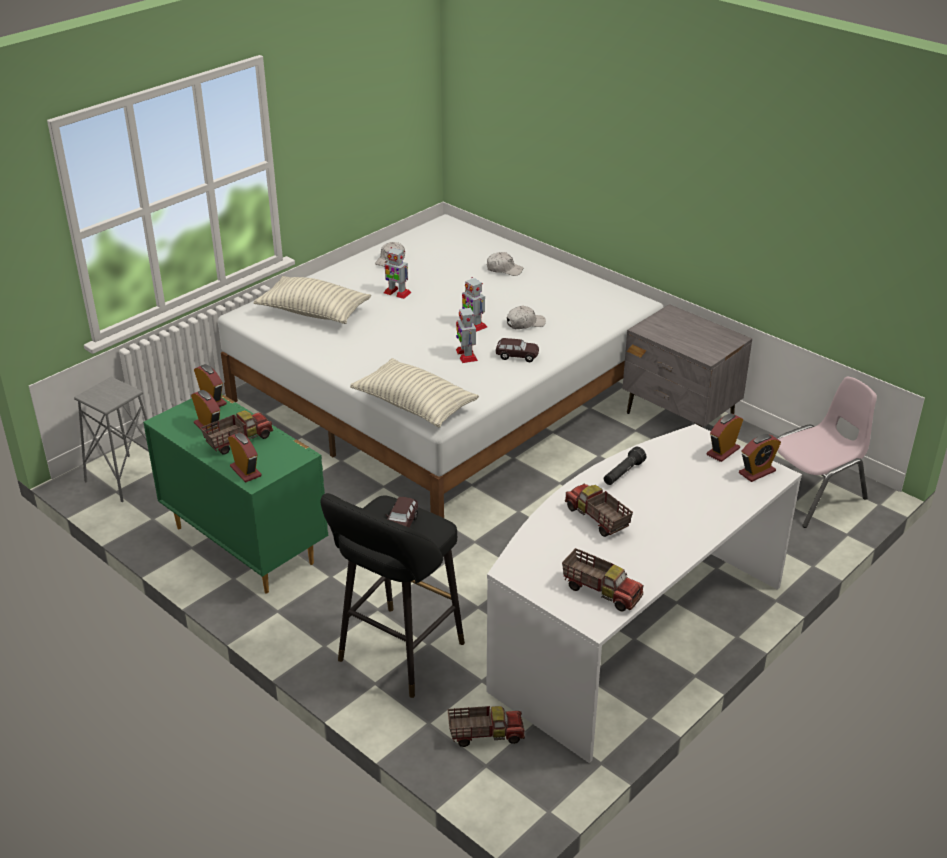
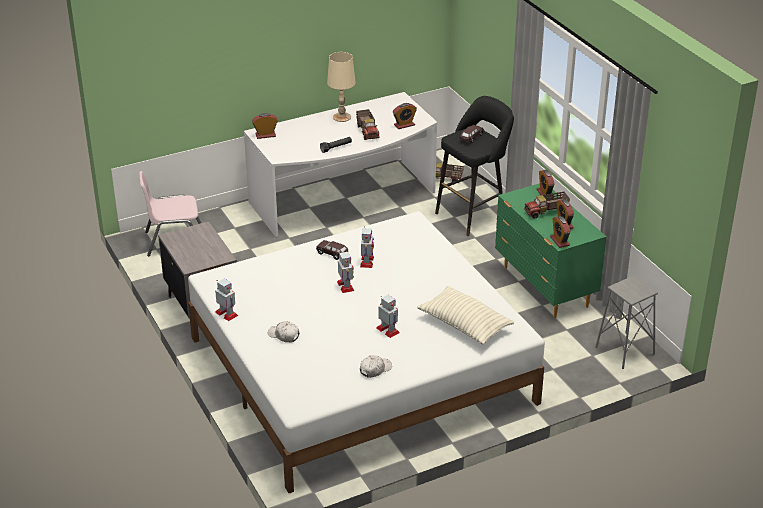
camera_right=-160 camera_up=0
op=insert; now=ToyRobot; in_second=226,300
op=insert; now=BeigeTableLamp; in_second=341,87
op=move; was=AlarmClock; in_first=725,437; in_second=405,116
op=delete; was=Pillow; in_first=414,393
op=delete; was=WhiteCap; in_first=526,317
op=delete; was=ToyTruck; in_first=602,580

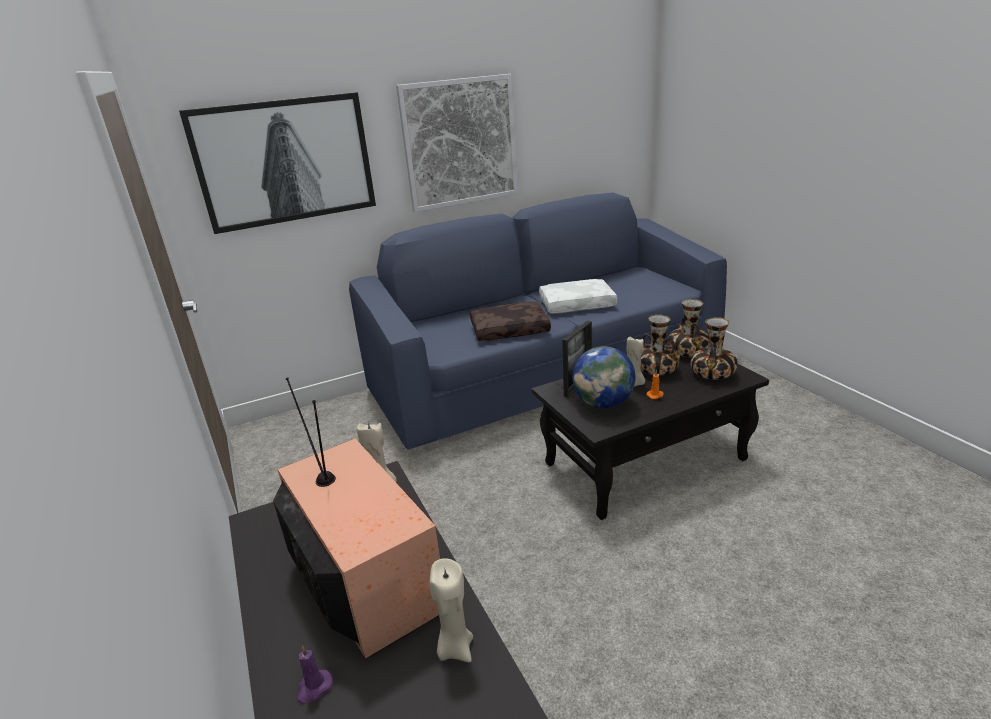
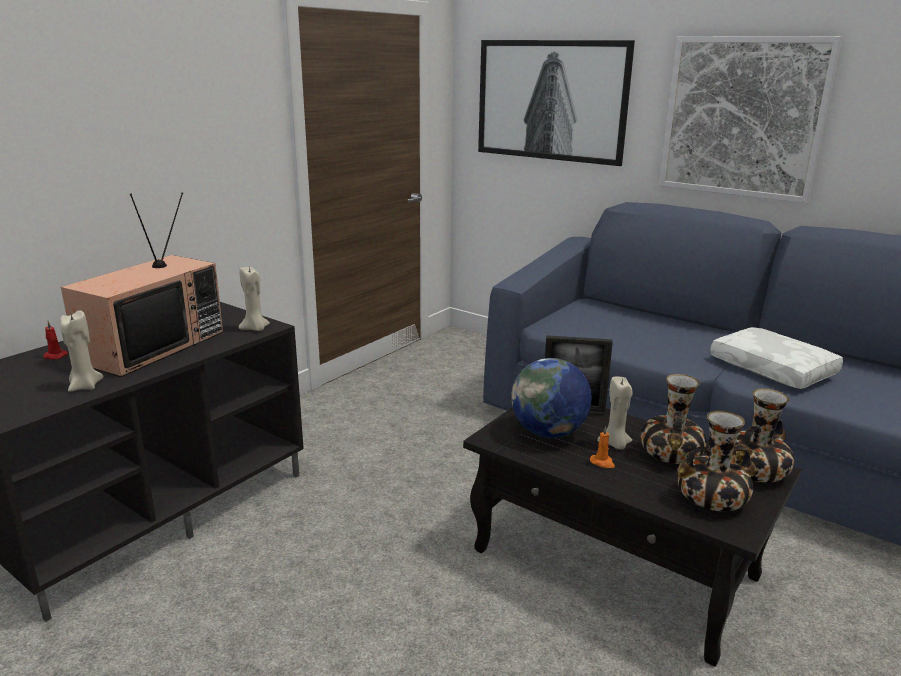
camera_right=60 camera_up=-5
op=recolor; was=PurpleCandle; now=RedCandle; in_first=315,675; in_second=55,340
op=delete; was=BrownPillow; in_first=510,321

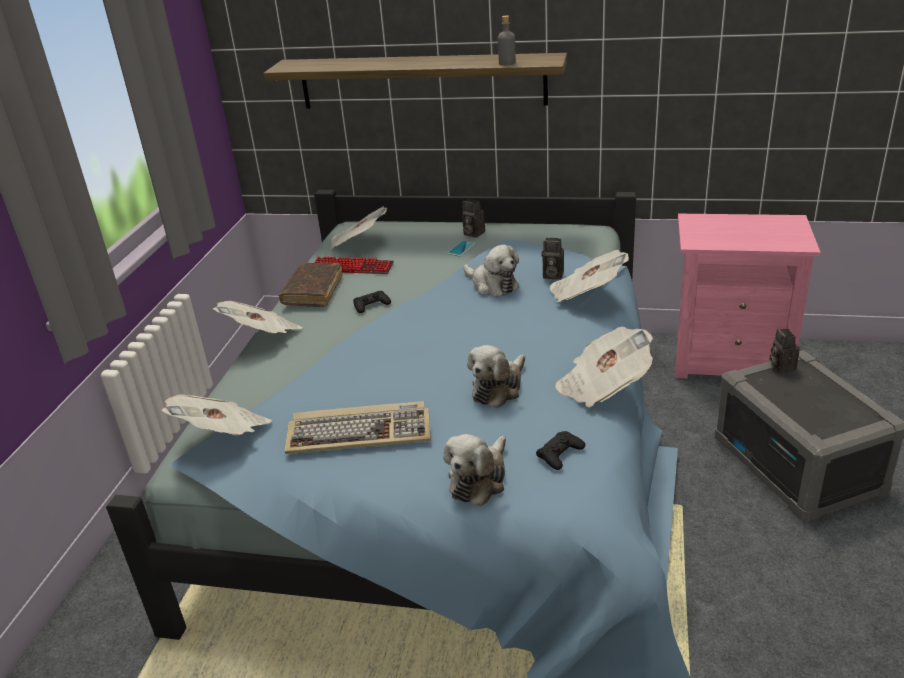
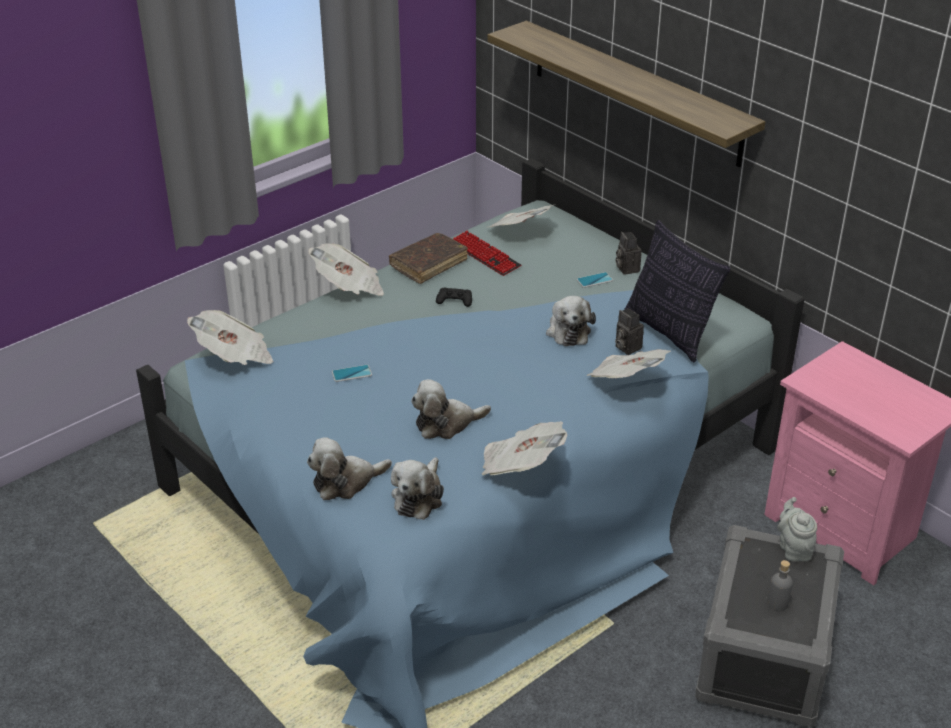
camera_right=35 camera_up=5
op=insert; now=Phone; in_second=352,373
op=replace; was=BlackGameController; now=PlushToy; in_first=560,450; in_second=417,488
op=insert; now=Pillow; in_second=677,291
op=move; was=GreyBottle; in_first=507,40; in_second=780,585
op=replace; was=PhotoCamera; now=GreyTeapot; in_first=784,350; in_second=797,529
op=delete; was=Keyboard; in_first=358,427

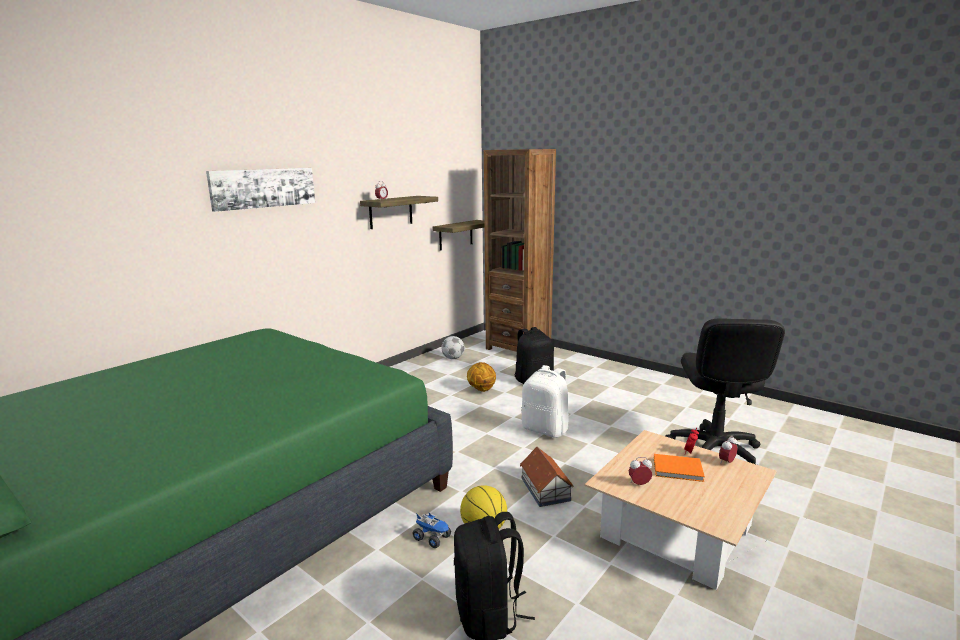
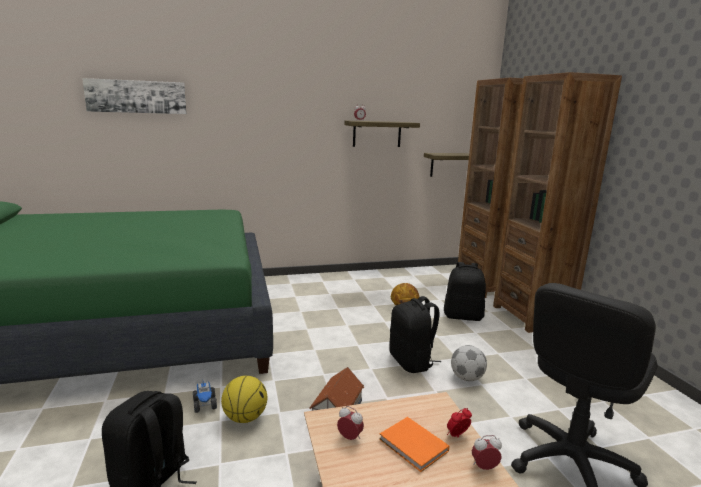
camera_right=35 camera_up=0
op=move; was=Picture; in_first=260,190; in_second=134,96
op=recolor; was=WhiteBackpack; now=BlackBackpack; in_first=545,401; in_second=415,334
op=move; was=Football; in_first=453,347; in_second=469,363
op=insert; now=BrownBookcase; in_second=557,202

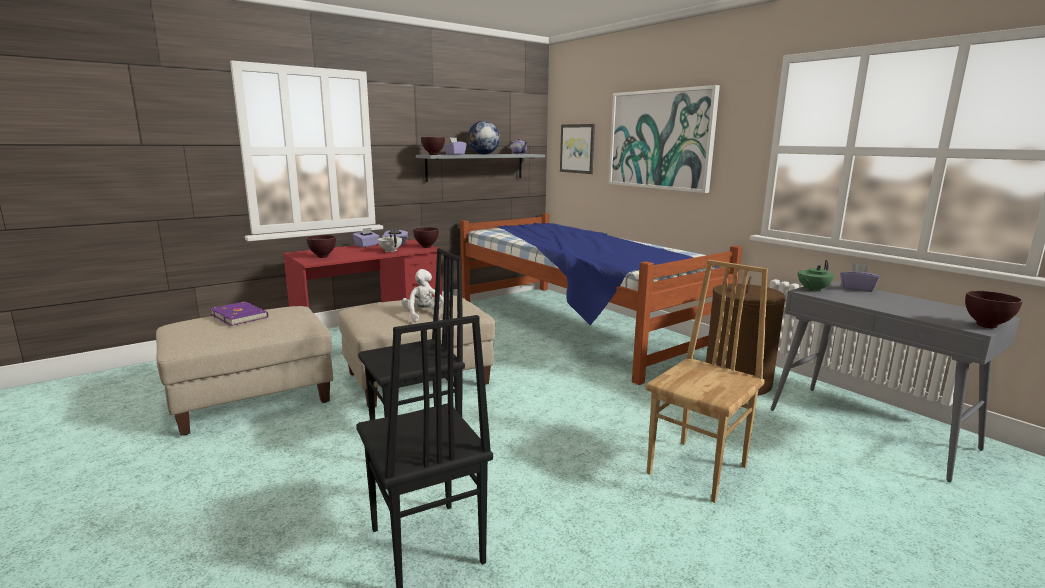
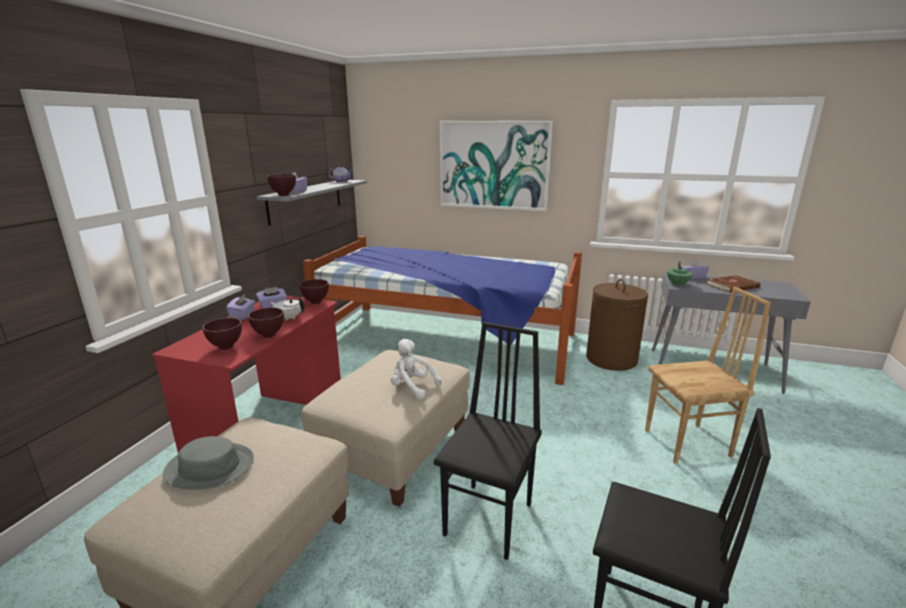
camera_right=-35 camera_up=5
op=replace; was=PurpleBook; now=GreyHat; in_first=239,314; in_second=208,463
op=move; was=BrownBowl; in_first=994,309; in_second=266,323
op=rotate; was=BrownChair; in_first=707,381; in_second=708,375; clockwise=75
op=insert; now=BrownBook; in_second=734,283
op=delete; was=Globe; in_first=484,138
op=delete; was=Picture; in_first=577,149

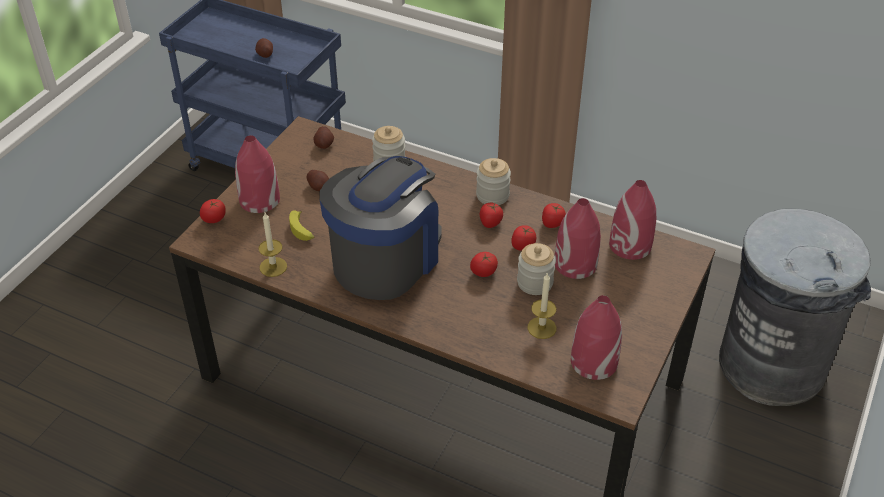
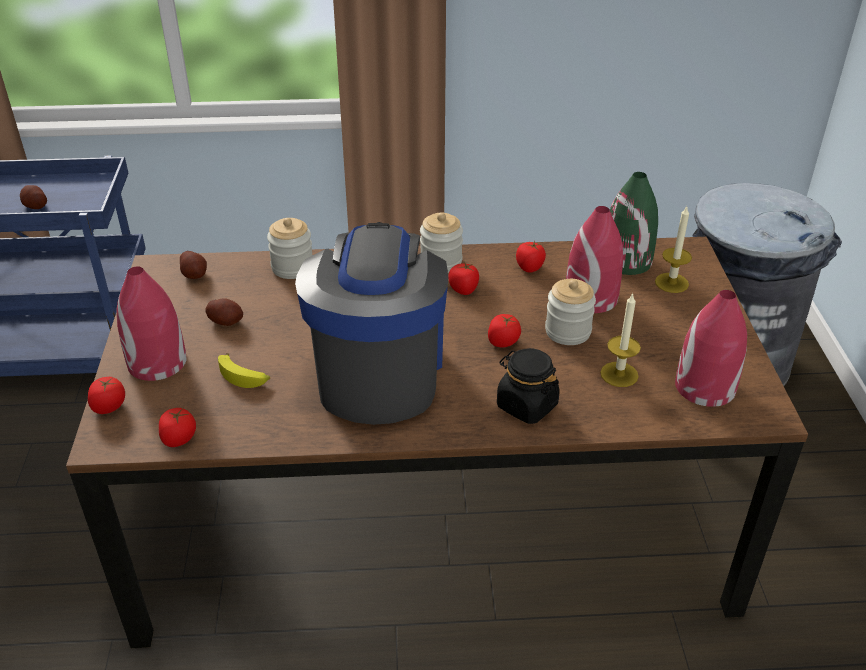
camera_right=-30 camera_up=-5
op=move; was=Tomato; in_first=523,238; in_second=177,427
op=insert; now=BlackJar; in_second=528,386
op=recolor; was=RedVase; now=GreenVase; in_first=632,220; in_second=634,223
op=move; was=Candle; in_first=272,245; in_second=673,250

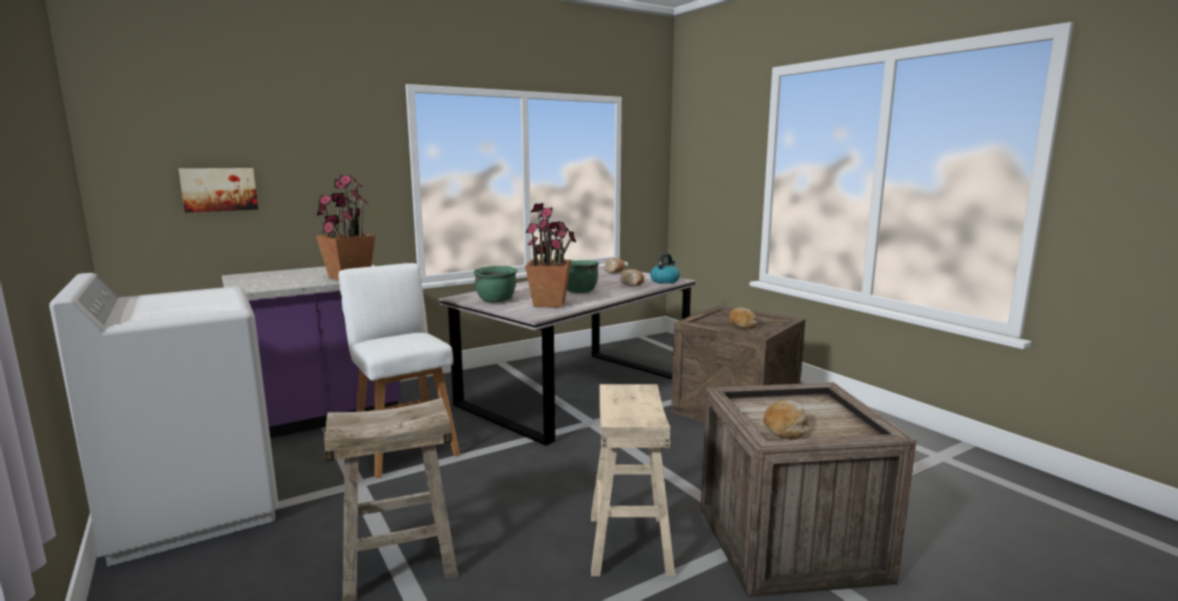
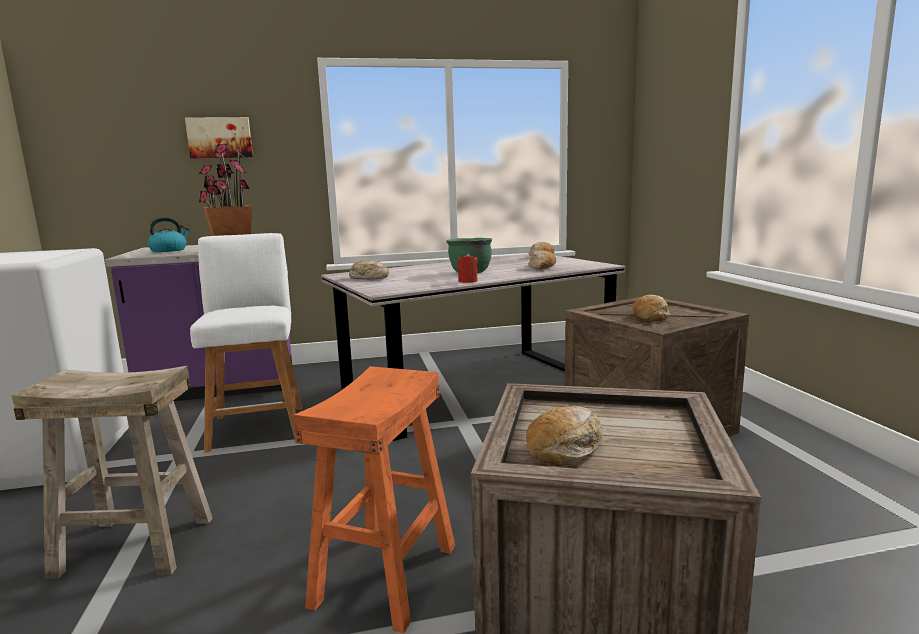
camera_right=20 camera_up=0
op=move; was=Kettle; in_first=665,268; in_second=169,234
op=move; was=Picture; in_first=218,190; in_second=219,138
op=recolor; was=BeigeStool; now=OrangeStool; in_first=633,480; in_second=374,500
op=replace; was=GreenCookingPot; now=Bread; in_first=495,284; in_second=369,270
op=insert; now=RedCandle; in_second=468,268
op=delete; was=PottedPlant; in_first=550,255

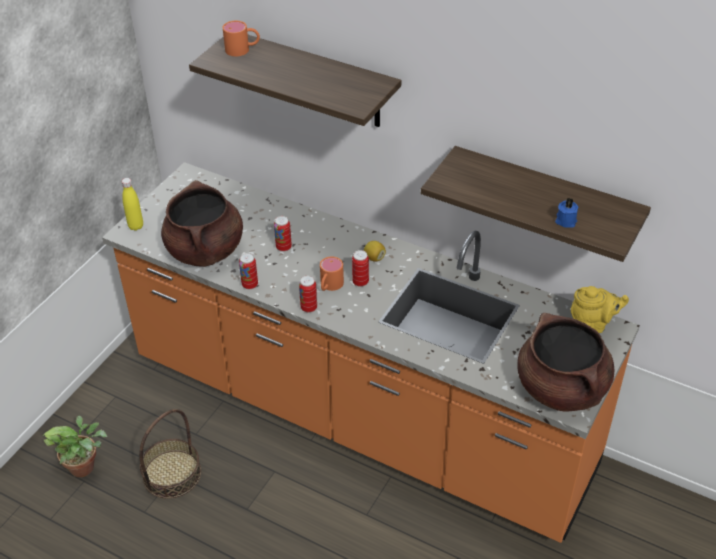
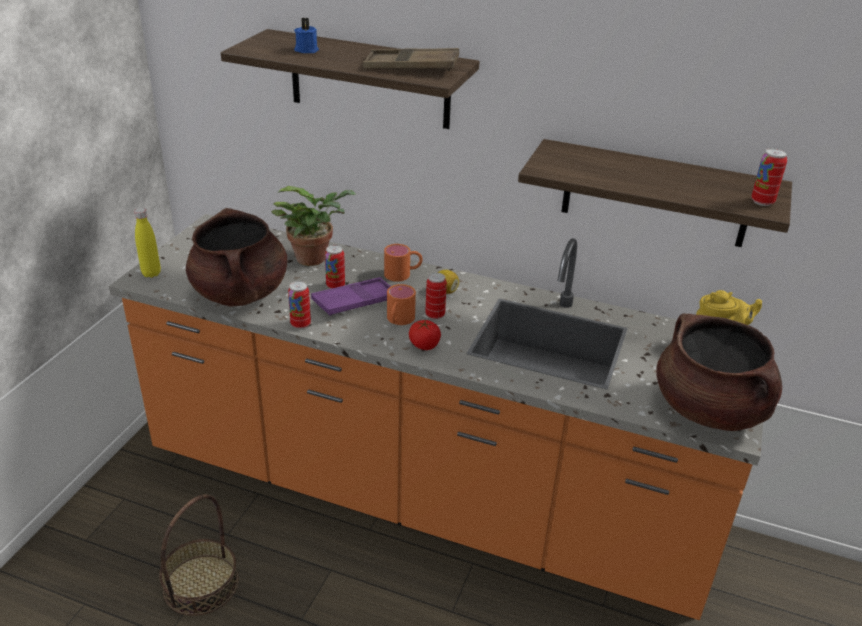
camera_right=-10 camera_up=-10
op=move; was=PottedPlant; in_first=74,446; in_second=313,226
op=move; was=BlueCandle; in_first=566,213; in_second=306,35
op=insert; now=PurpleTray; in_second=351,296
op=insert; now=BrownTray; in_second=411,59
op=move; was=OrangeMug; in_first=241,38; in_second=403,263
op=insert; now=Tomato; in_second=425,335
op=move; was=Can; in_first=308,294; in_second=769,177

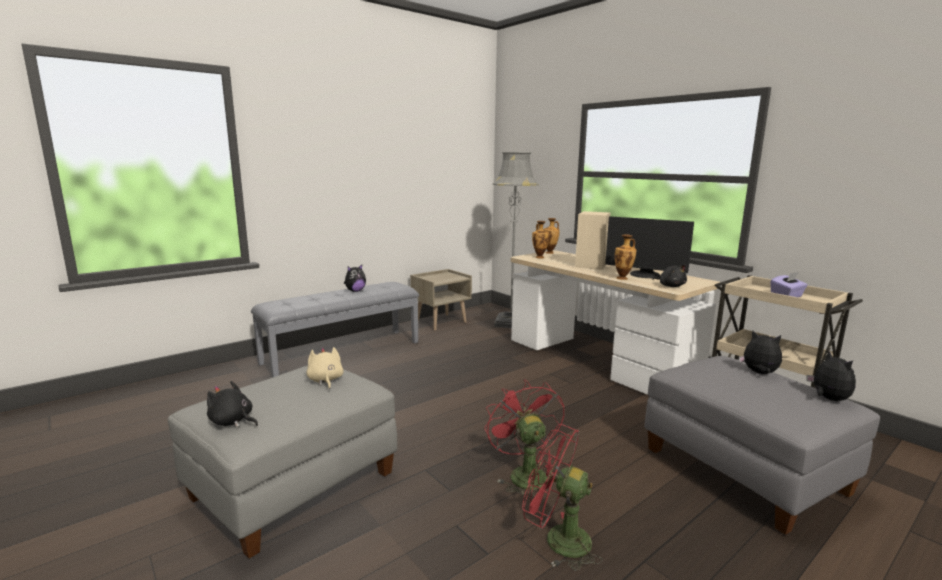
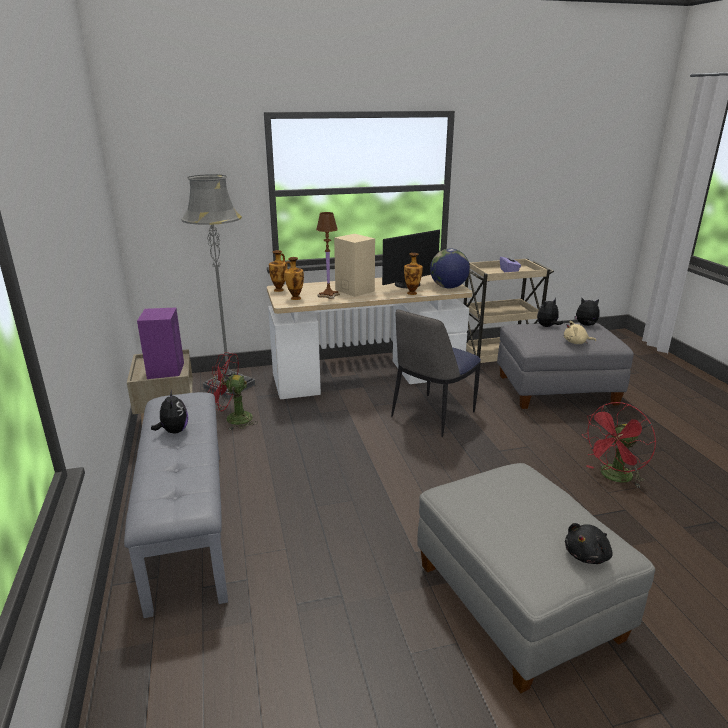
camera_right=-65 camera_up=10
op=insert; now=PurpleSpeaker; in_second=160,343
op=move; was=RedFan; in_first=524,439; in_second=232,391
op=insert; now=BrownTableLamp; in_second=328,255
op=insert; now=Chair; in_second=436,373
op=replace; was=BlackPlushToy; now=Globe; in_first=669,276; in_second=450,268
op=move; was=BeigePlushToy; in_first=325,368; in_second=580,332

